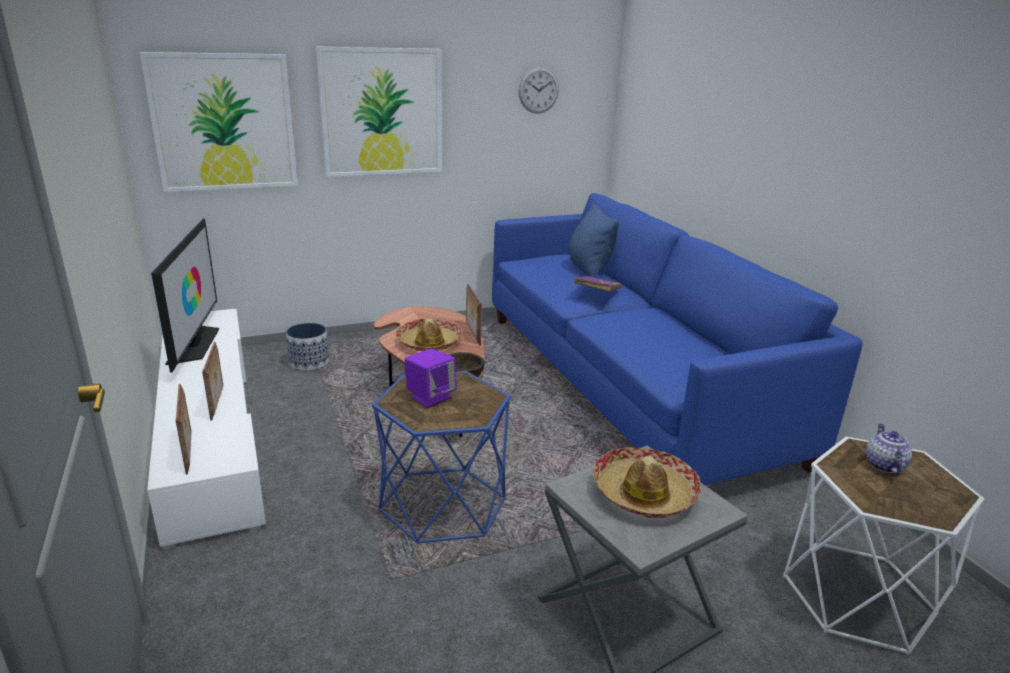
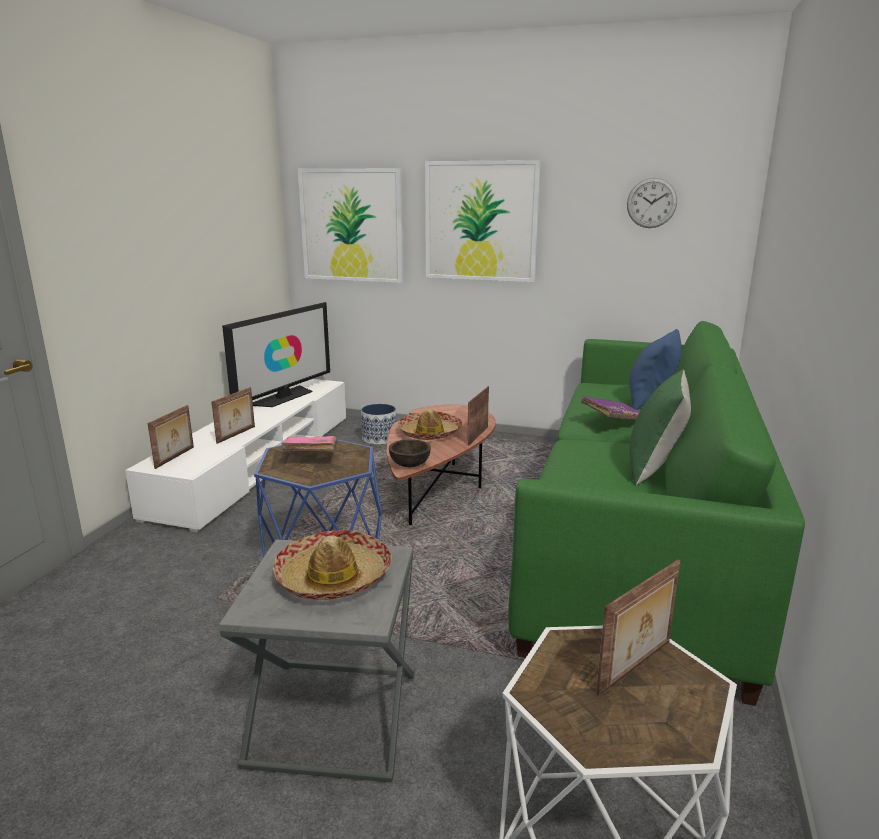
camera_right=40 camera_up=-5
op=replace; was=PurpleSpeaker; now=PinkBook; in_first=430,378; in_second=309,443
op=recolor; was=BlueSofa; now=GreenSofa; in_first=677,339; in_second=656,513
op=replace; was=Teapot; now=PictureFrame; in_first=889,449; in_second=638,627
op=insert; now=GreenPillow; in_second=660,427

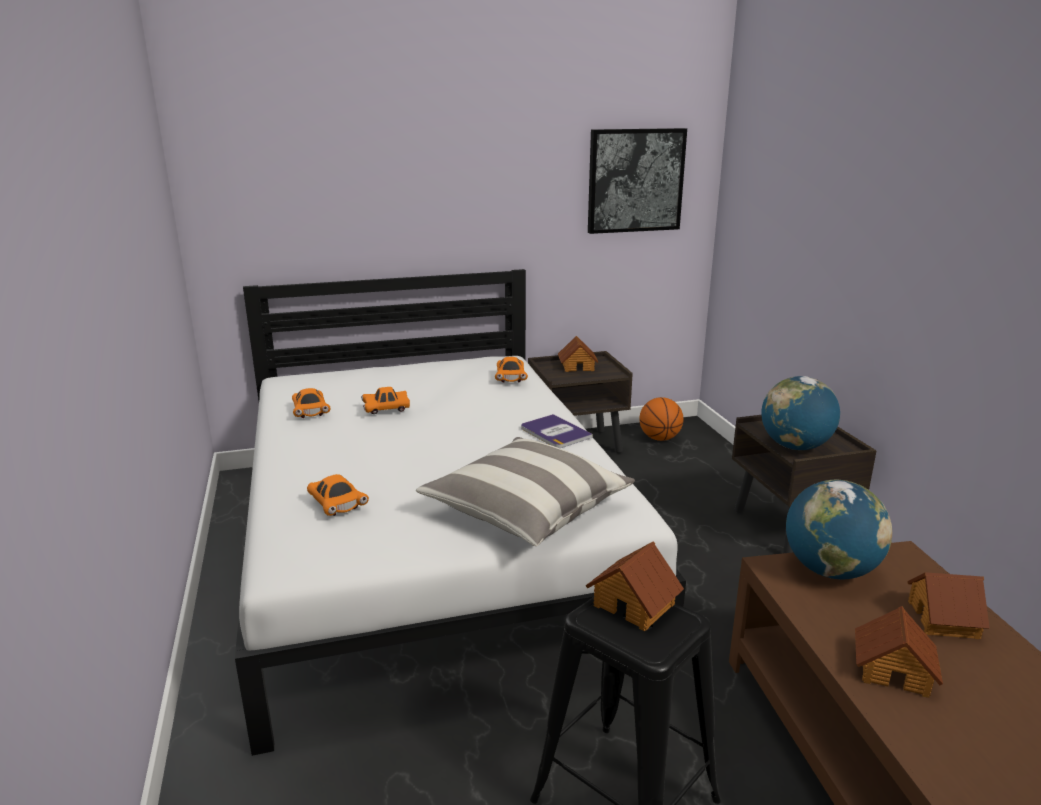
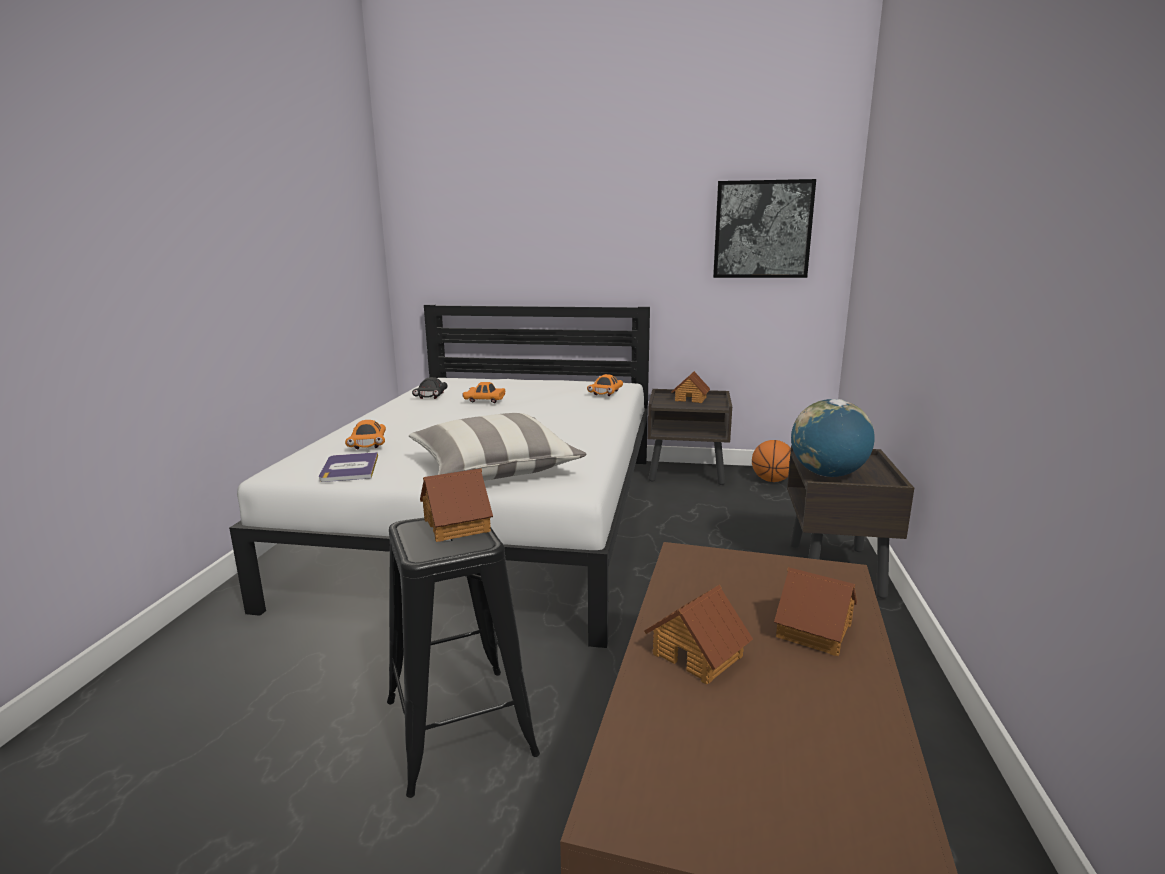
camera_right=25 camera_up=-5
op=move; was=Book; in_first=557,431; in_second=348,467
op=recolor; was=OrangeToyCar; now=BlackToyCar; in_first=311,403; in_second=430,388
op=delete; was=Globe; in_first=839,529

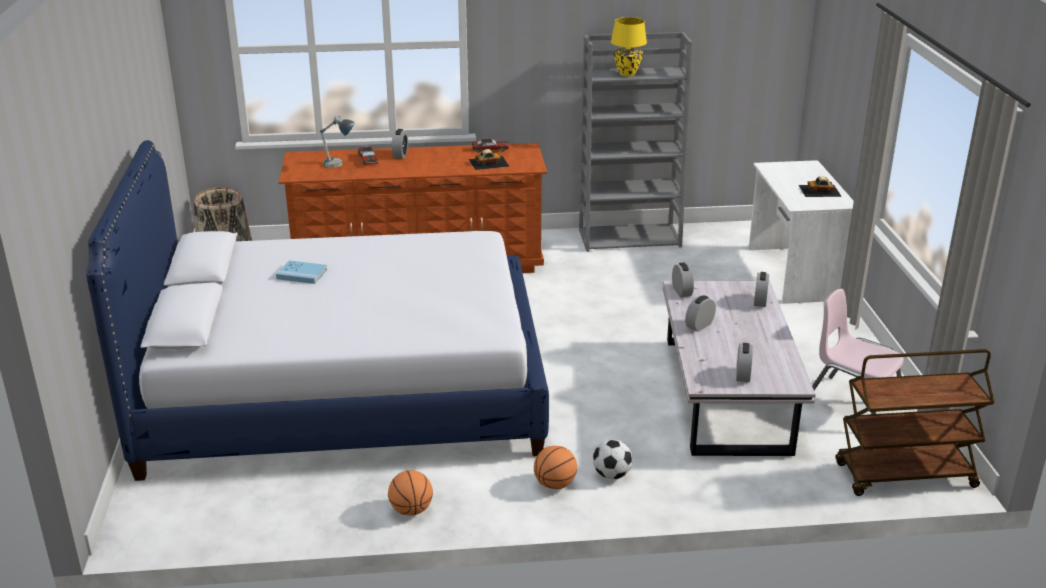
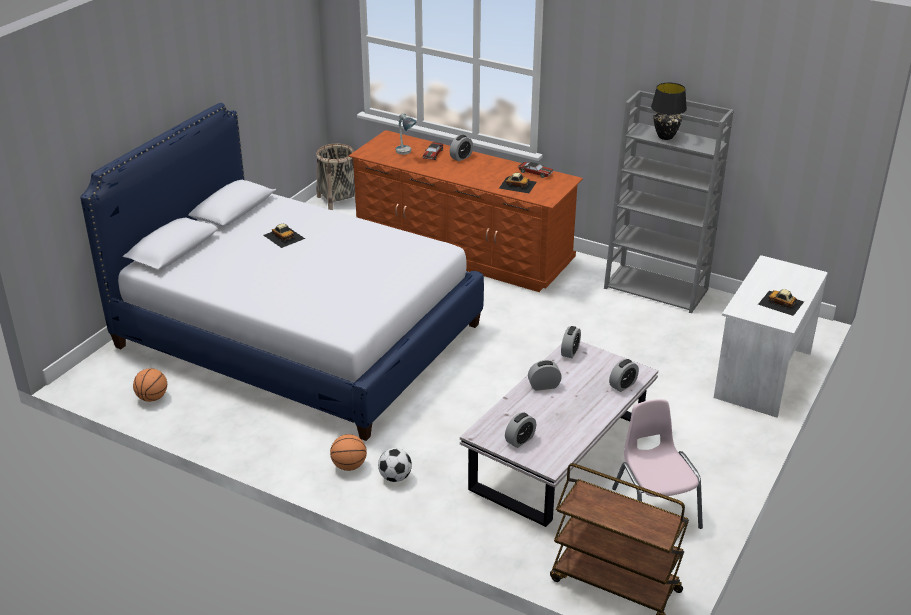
camera_right=35 camera_up=5
op=move; was=Basketball; in_first=410,493; in_second=150,385
op=replace; was=BlueBook; now=ToyCar; in_first=301,272; in_second=284,236
op=recolor; was=YellowTableLamp; now=BlackTableLamp; in_first=629,46; in_second=669,111

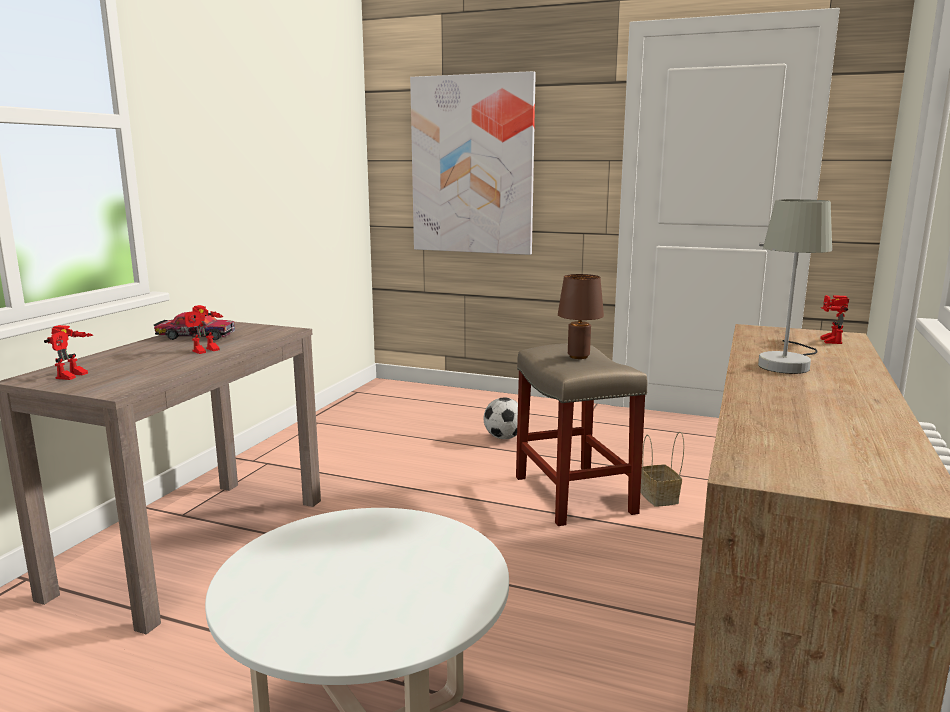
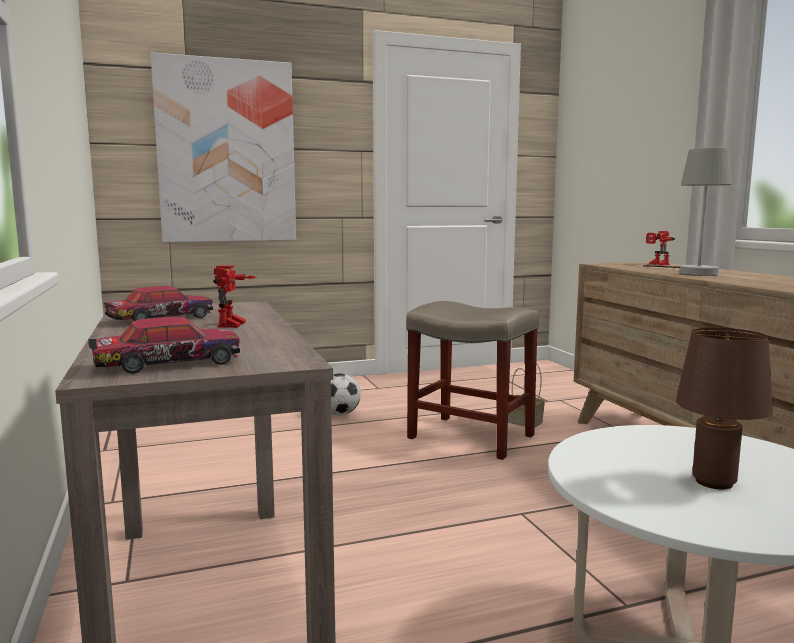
camera_right=-40 camera_up=-5
op=replace; was=ToyRobot; now=ToyCar; in_first=68,352; in_second=164,345
op=move; was=BrownTableLamp; in_first=581,316; in_second=724,409

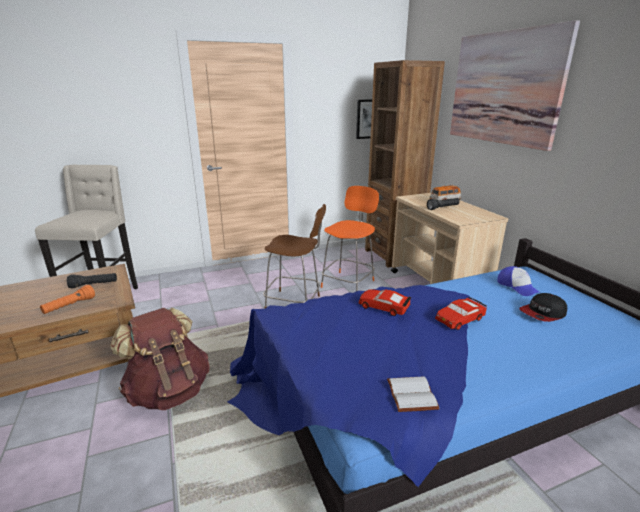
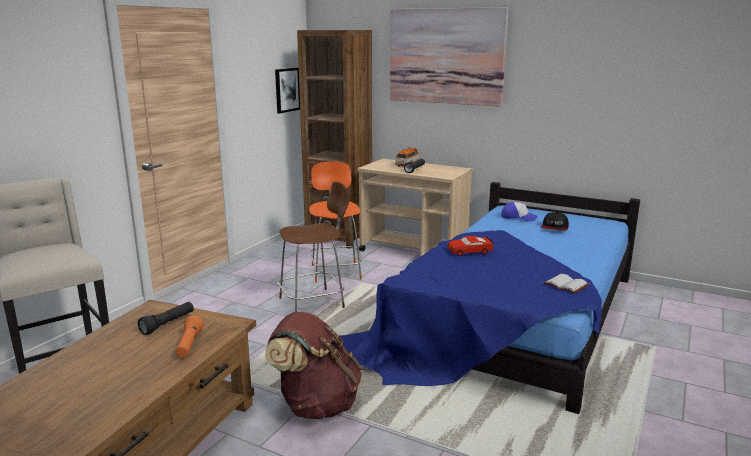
camera_right=-40 camera_up=-5
op=delete; was=RedToyCar; in_first=461,313

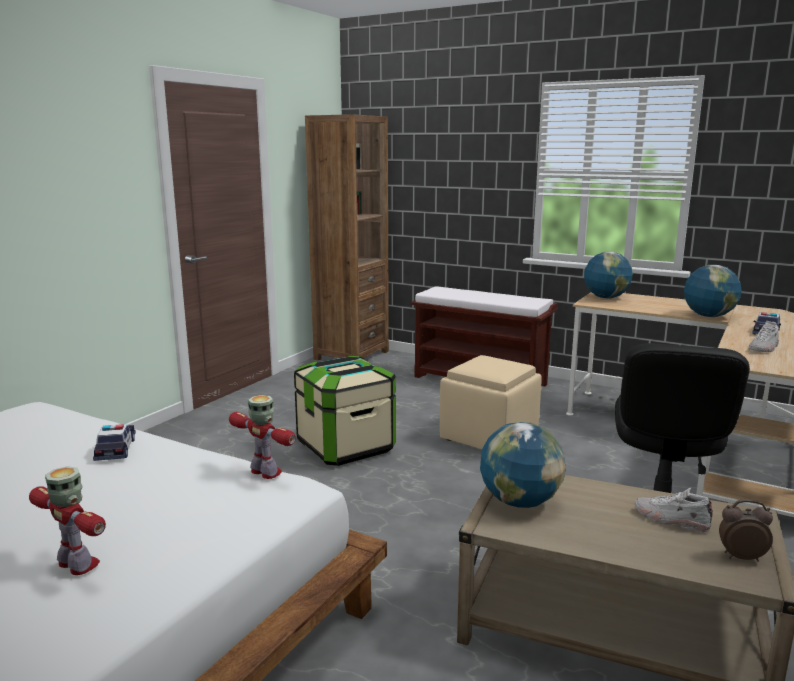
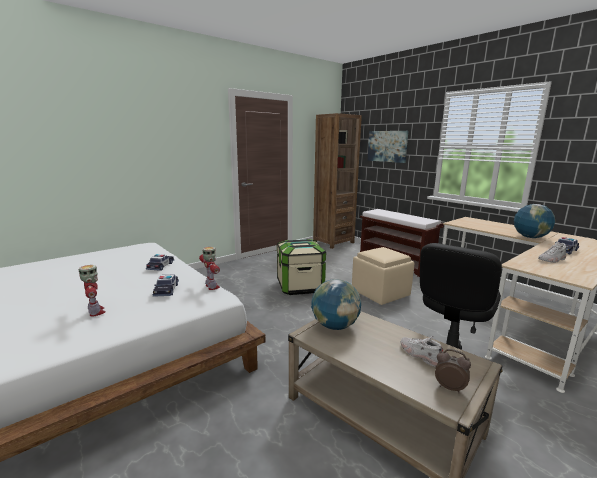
camera_right=20 camera_up=0
op=insert; now=ToyCar; in_second=166,285
op=insert; now=Picture; in_second=387,147
op=delete; was=Globe; in_first=608,275

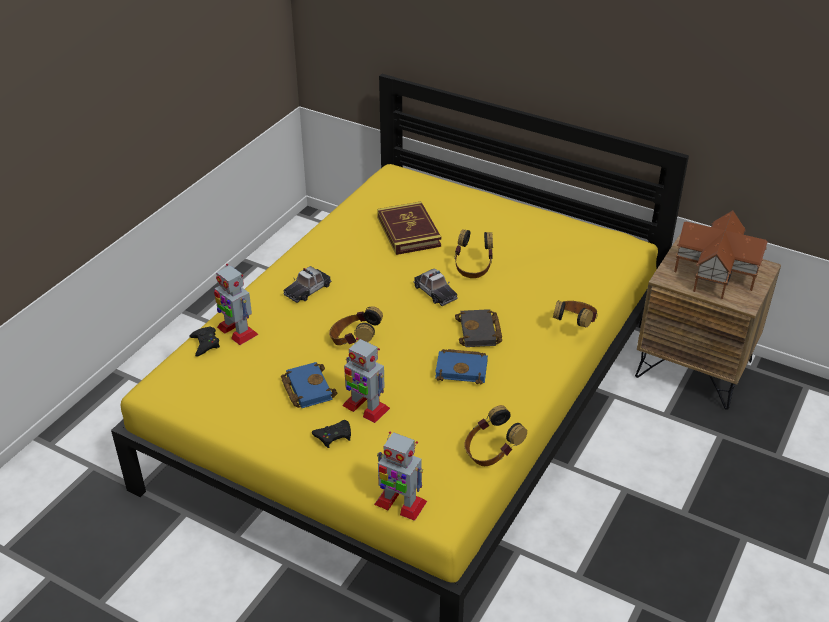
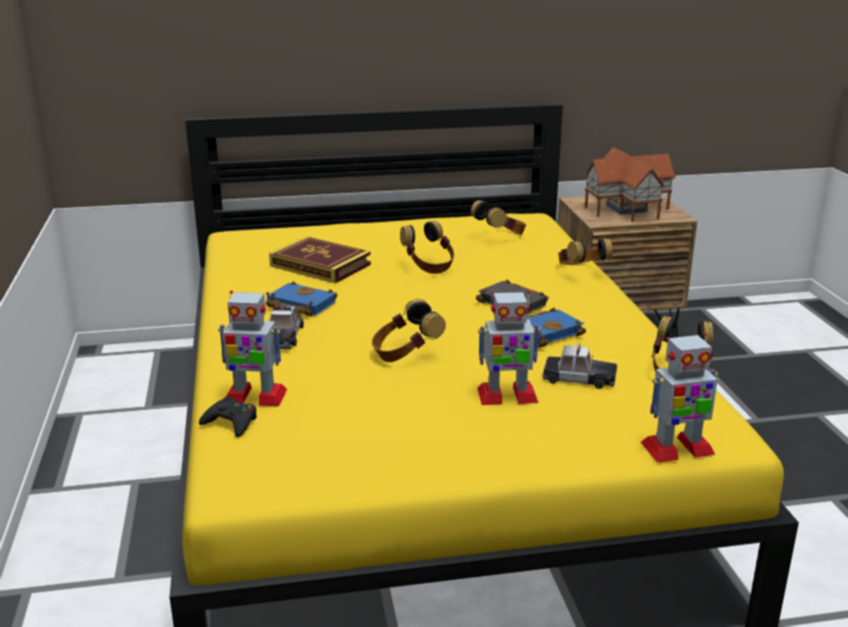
camera_right=-40 camera_up=-15
op=move; was=BlueBook; in_first=309,385; in_second=301,299
op=insert; now=Headphones; in_second=498,217
op=move; was=ToyCar; in_first=436,287; in_second=579,366
op=delete; was=BlackGameController; in_first=331,434

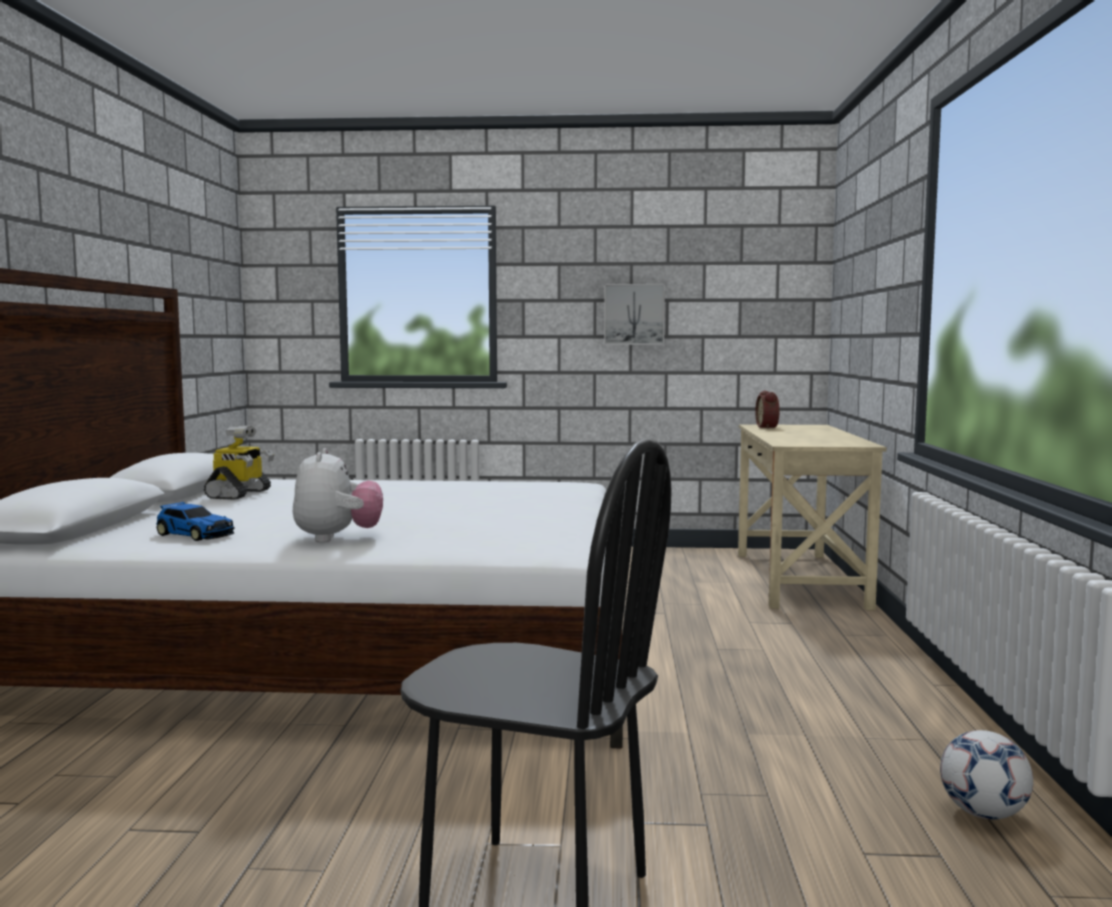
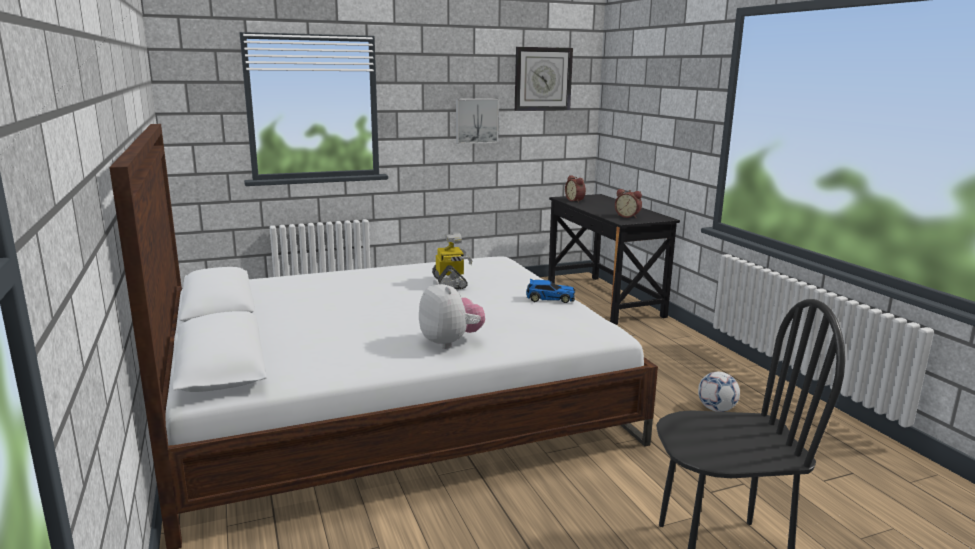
camera_right=-25 camera_up=10
op=move; was=ToyRobot; in_first=239,463; in_second=452,261
op=insert; now=WallClock; in_second=544,79
op=move; was=ToyCar; in_first=195,521; in_second=550,291
op=recolor; was=BeigeDesk; now=BlackDesk; in_first=812,517; in_second=614,259
op=insert; now=AlarmClock; in_second=628,203
op=move; was=Football; in_first=986,775; in_second=719,392

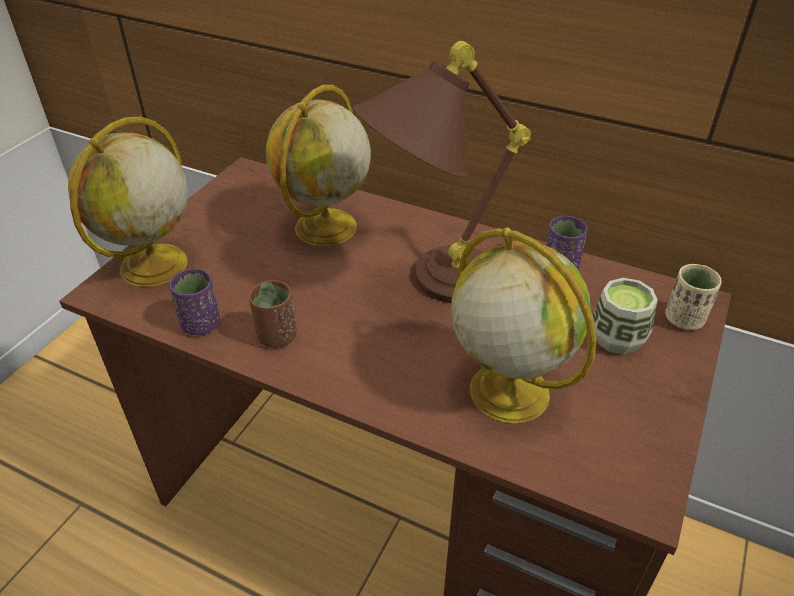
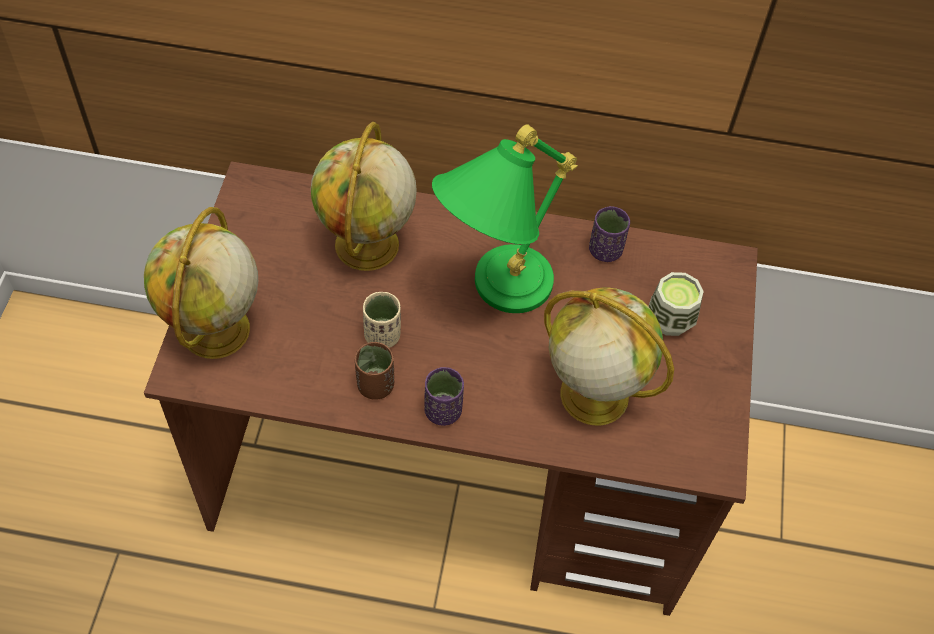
camera_right=-20 camera_up=15
op=move; was=BeigeCup; in_first=693,297; in_second=382,320
op=move; was=PurpleCup; in_first=194,302; in_second=444,396
op=recolor; was=BrownTableLamp; now=GreenTableLamp; in_first=442,172; in_second=505,218

